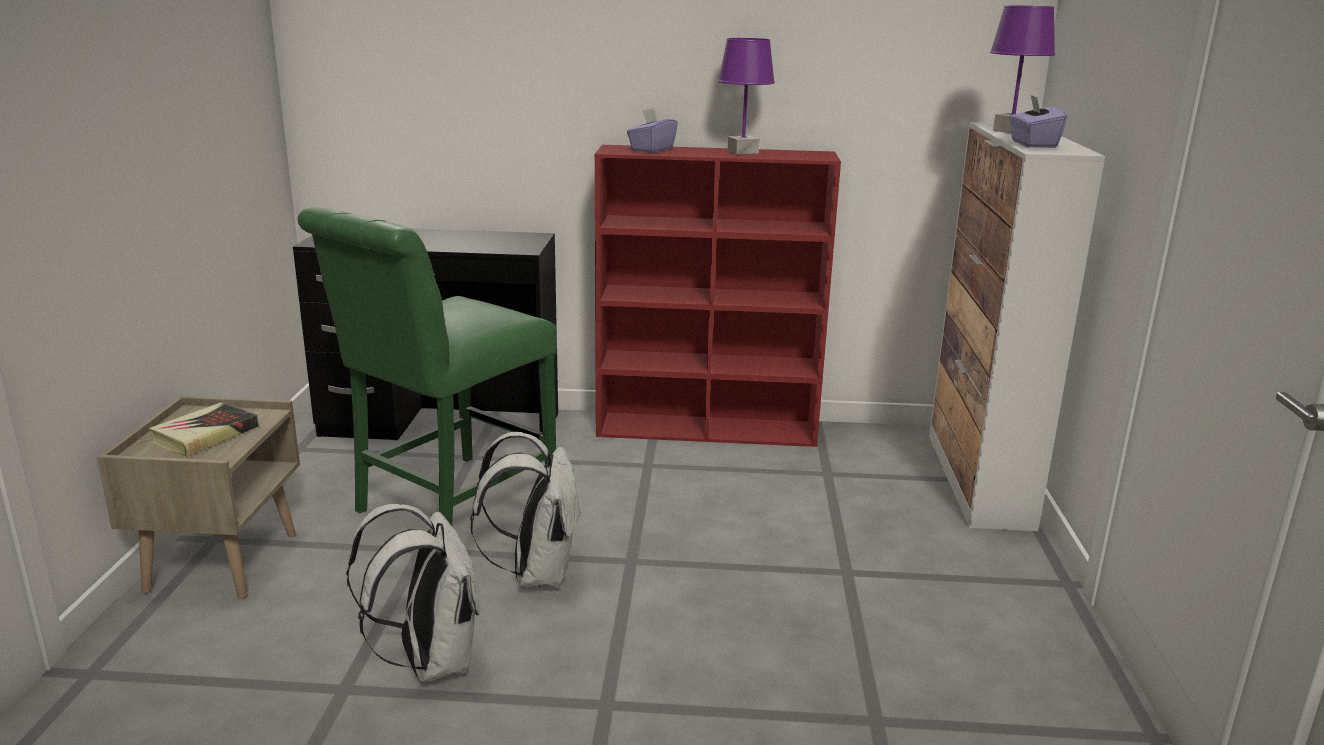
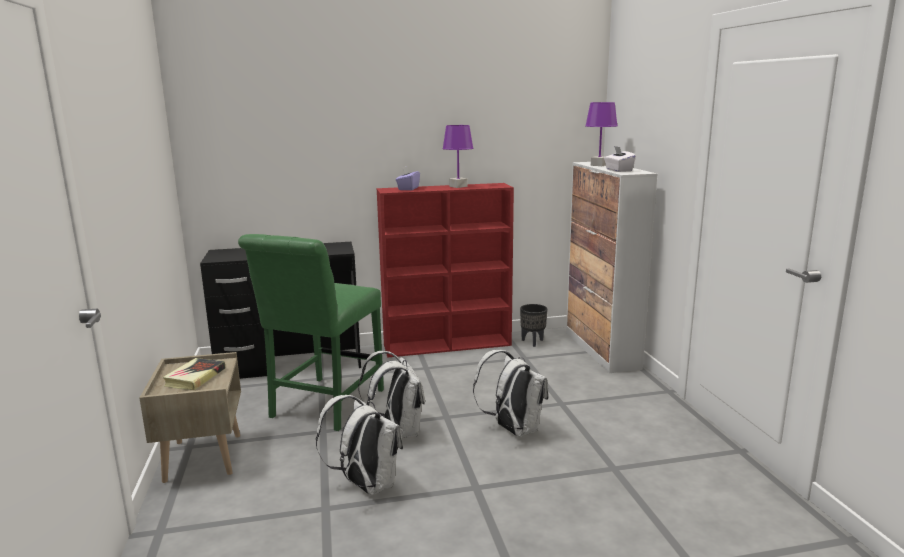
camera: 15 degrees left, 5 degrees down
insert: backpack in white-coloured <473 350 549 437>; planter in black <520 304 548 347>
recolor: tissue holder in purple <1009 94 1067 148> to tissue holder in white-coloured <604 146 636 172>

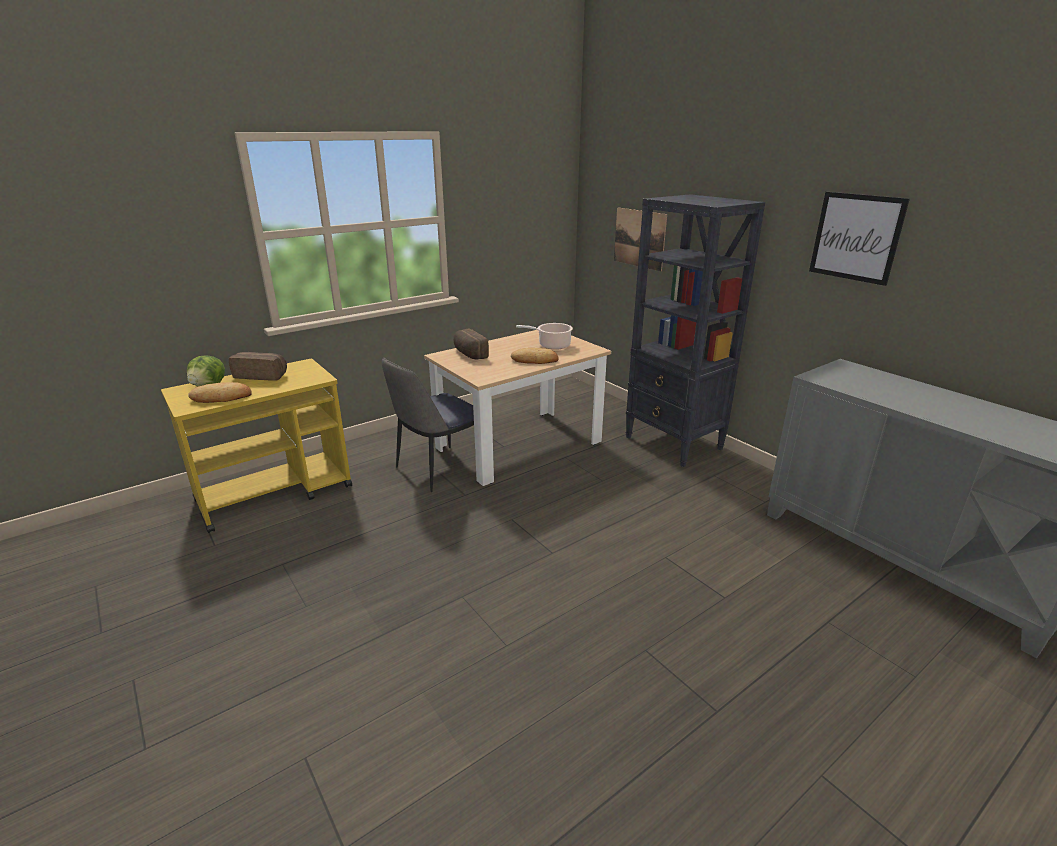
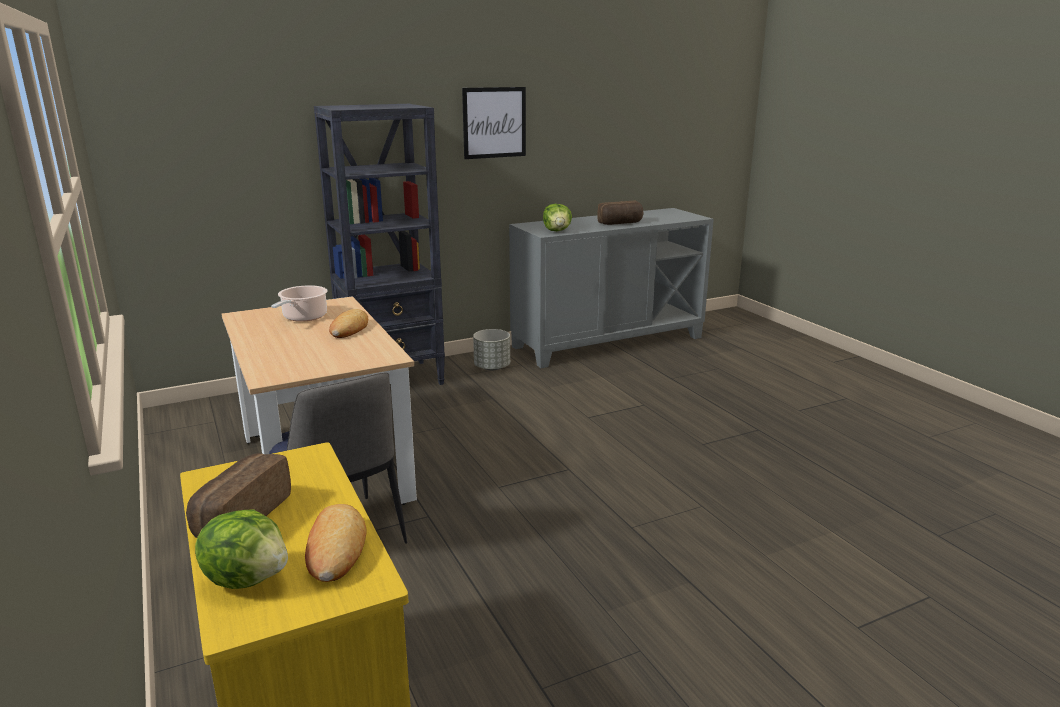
camera: 80 degrees left, 5 degrees down
delete: picture <614 207 667 271>
insert: planter in grey <473 329 510 370>; lettuce <543 204 572 231>
move: baked bread <453 328 489 360> to <597 201 643 225>

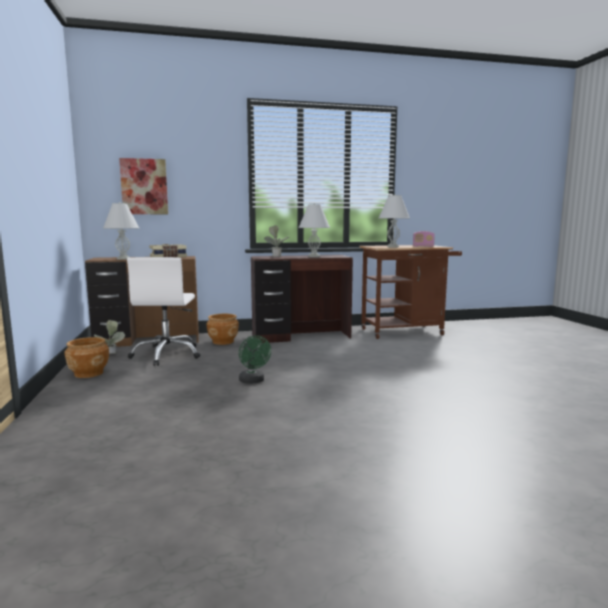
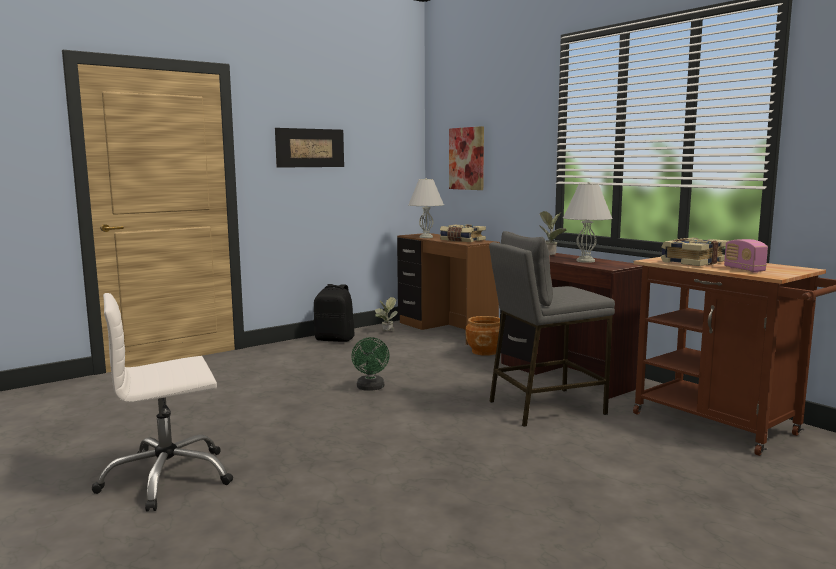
camera: 65 degrees right, 0 degrees up
insert: picture <275 128 344 168>; stool seat in grey <489 231 615 427>
move: desk chair in white-coloured <127 257 200 366> to <92 293 233 511>
replace: planter in brown-coloured <64 337 109 378> to backpack in black <314 284 355 342>; table lamp in white-coloured <378 195 410 247> to book <661 238 728 266>
rotate: fan in greenish <239 336 271 384> = <351 337 389 390> 45 degrees counterclockwise

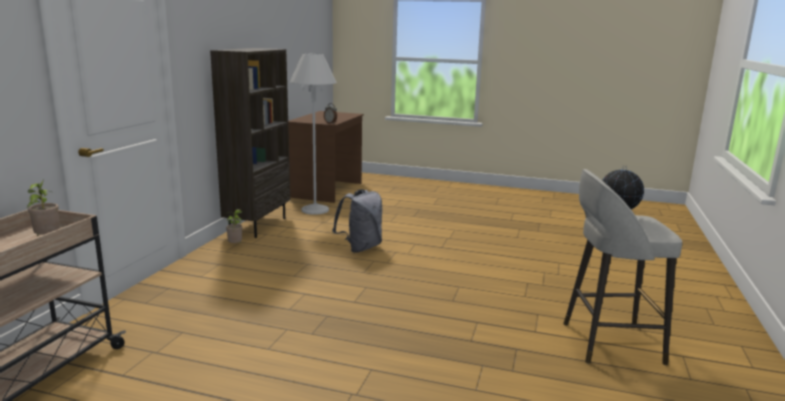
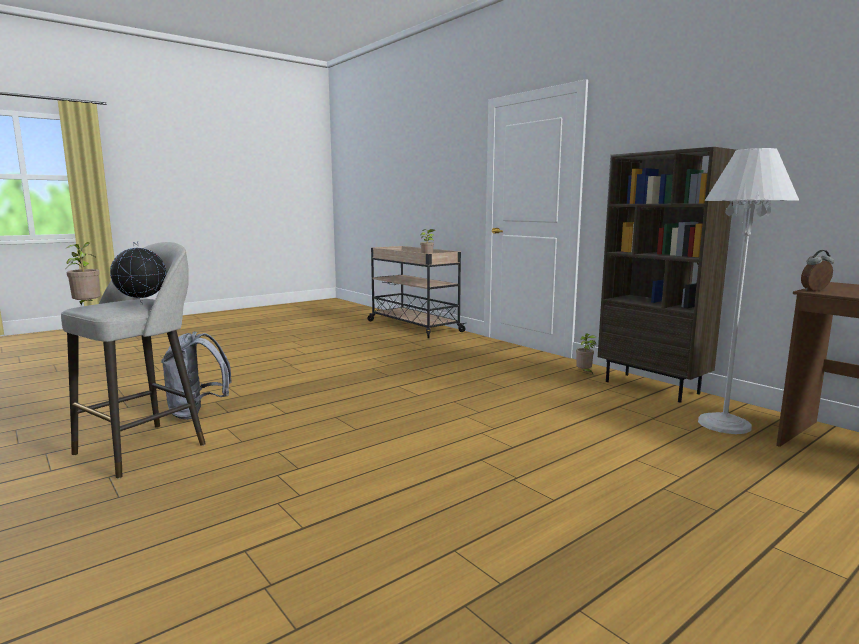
camera: 125 degrees right, 5 degrees down
insert: potted plant <66 242 100 305>
move: backpack in grey <332 189 382 253> to <161 331 232 420>

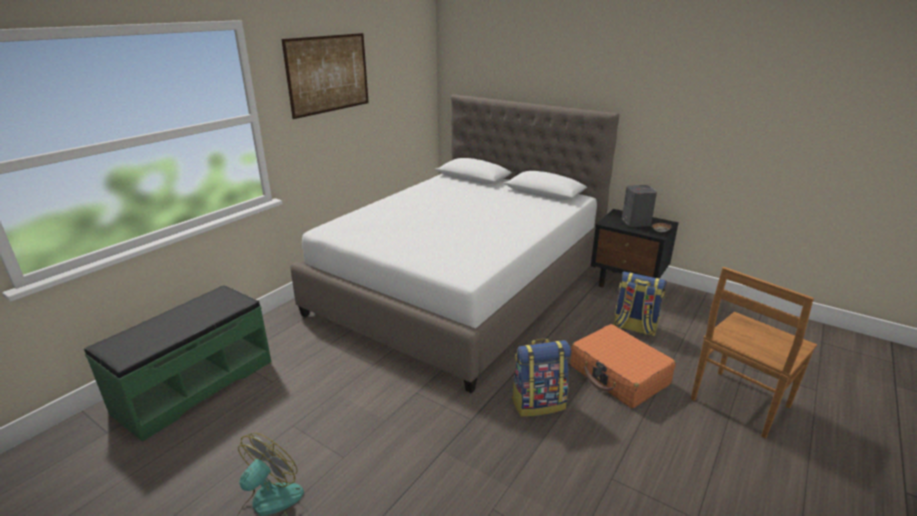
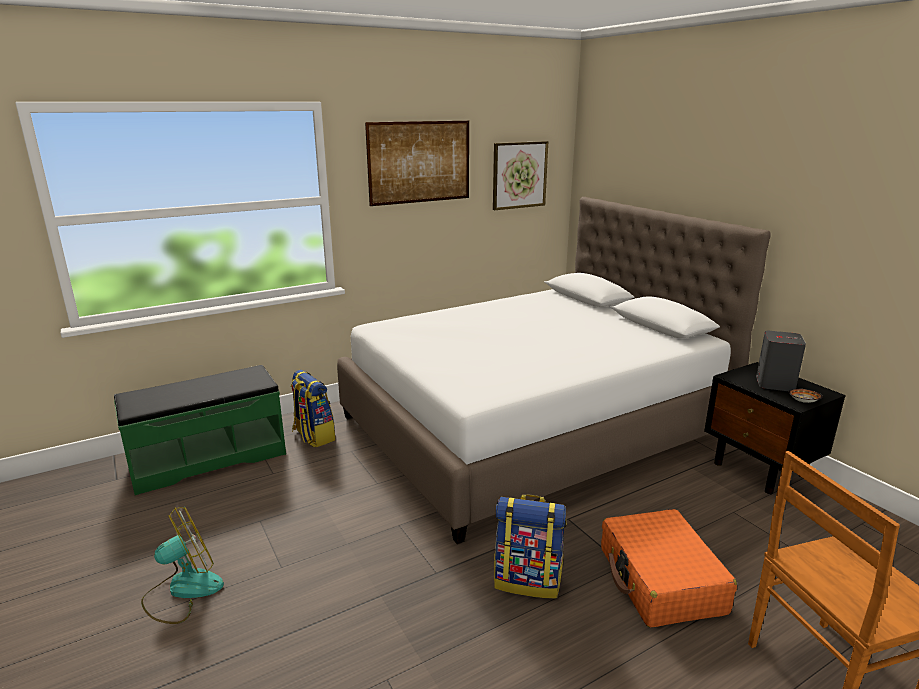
camera: 25 degrees right, 5 degrees down
insert: picture <493 141 548 210>
move: backpack <613 272 667 336> to <291 370 335 447>

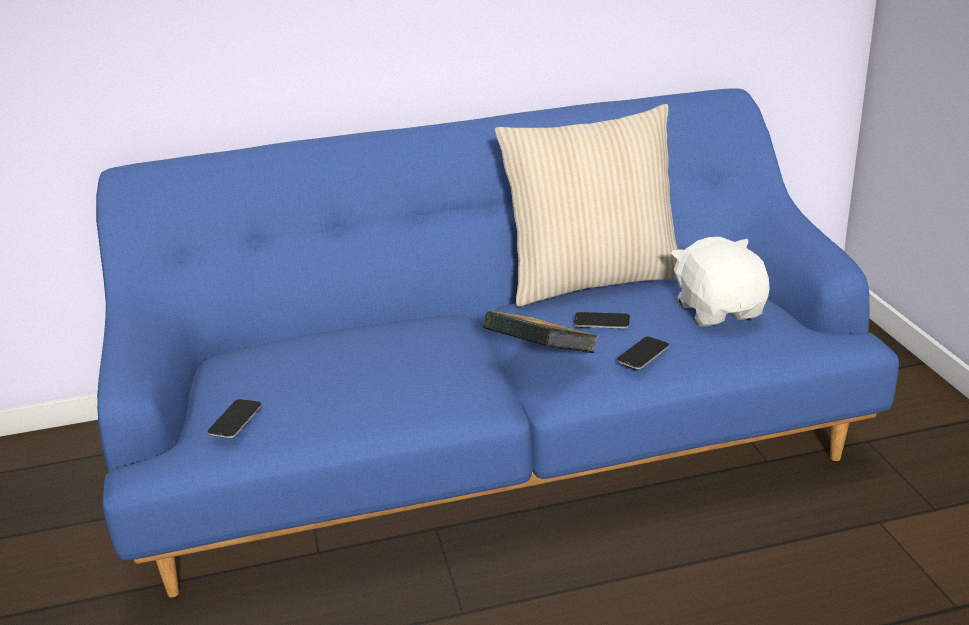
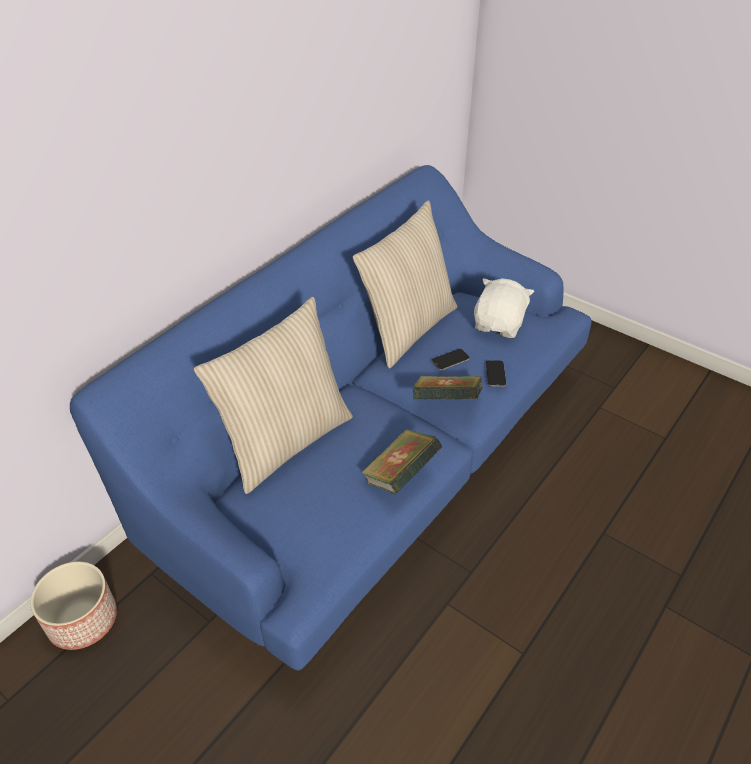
camera: 40 degrees left, 15 degrees up
delete: phone <207 399 262 438>
insert: planter <30 562 117 650>; throw pillow in beige-coloured <194 297 353 494>; book <361 429 442 495>
rotate: soft toy in white-coloured <671 237 770 326> = <474 278 534 338> 75 degrees clockwise

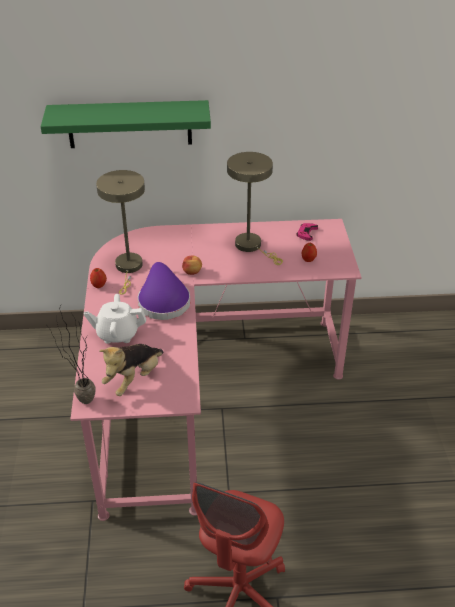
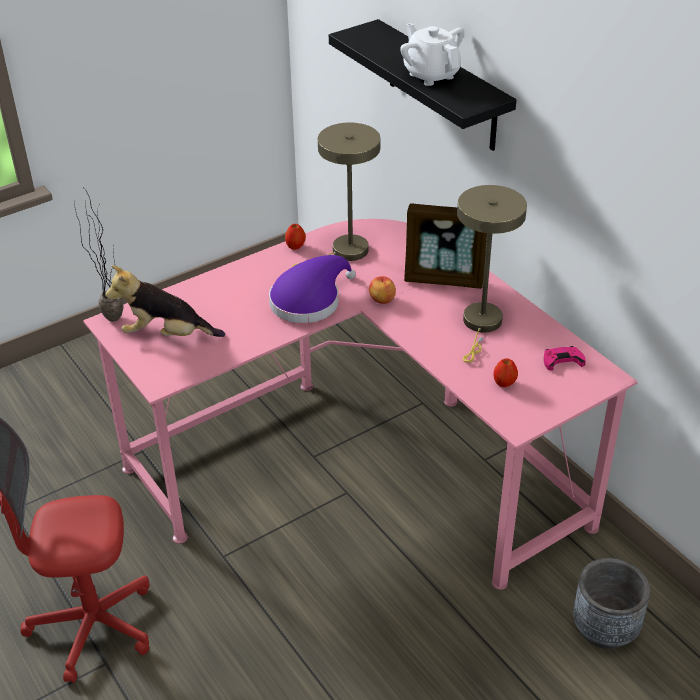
camera: 60 degrees right, 0 degrees up
insert: photo frame <404 203 487 289>; planter in grey <573 558 650 649>
move: tea pot in white-coloured <84 294 146 344> to <400 23 464 86>
recolor: bracket shelf in greenish <41 100 211 148> to bracket shelf in black <329 19 516 151>

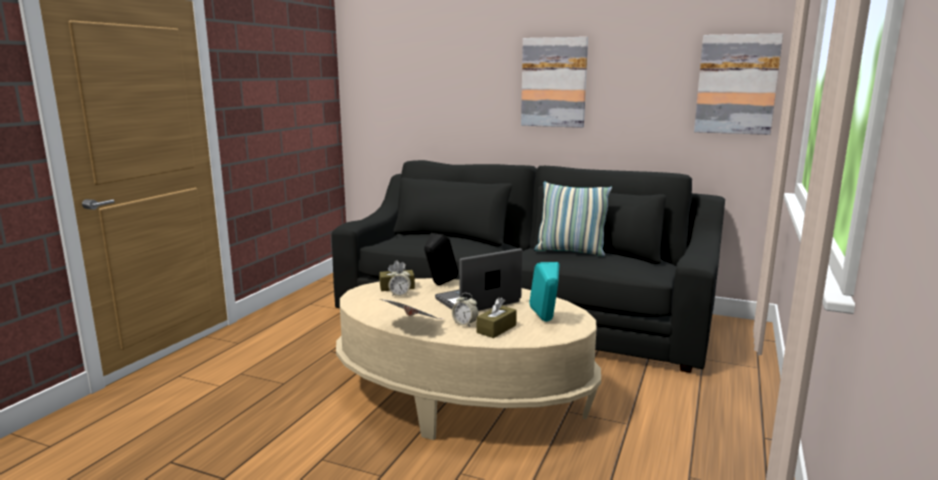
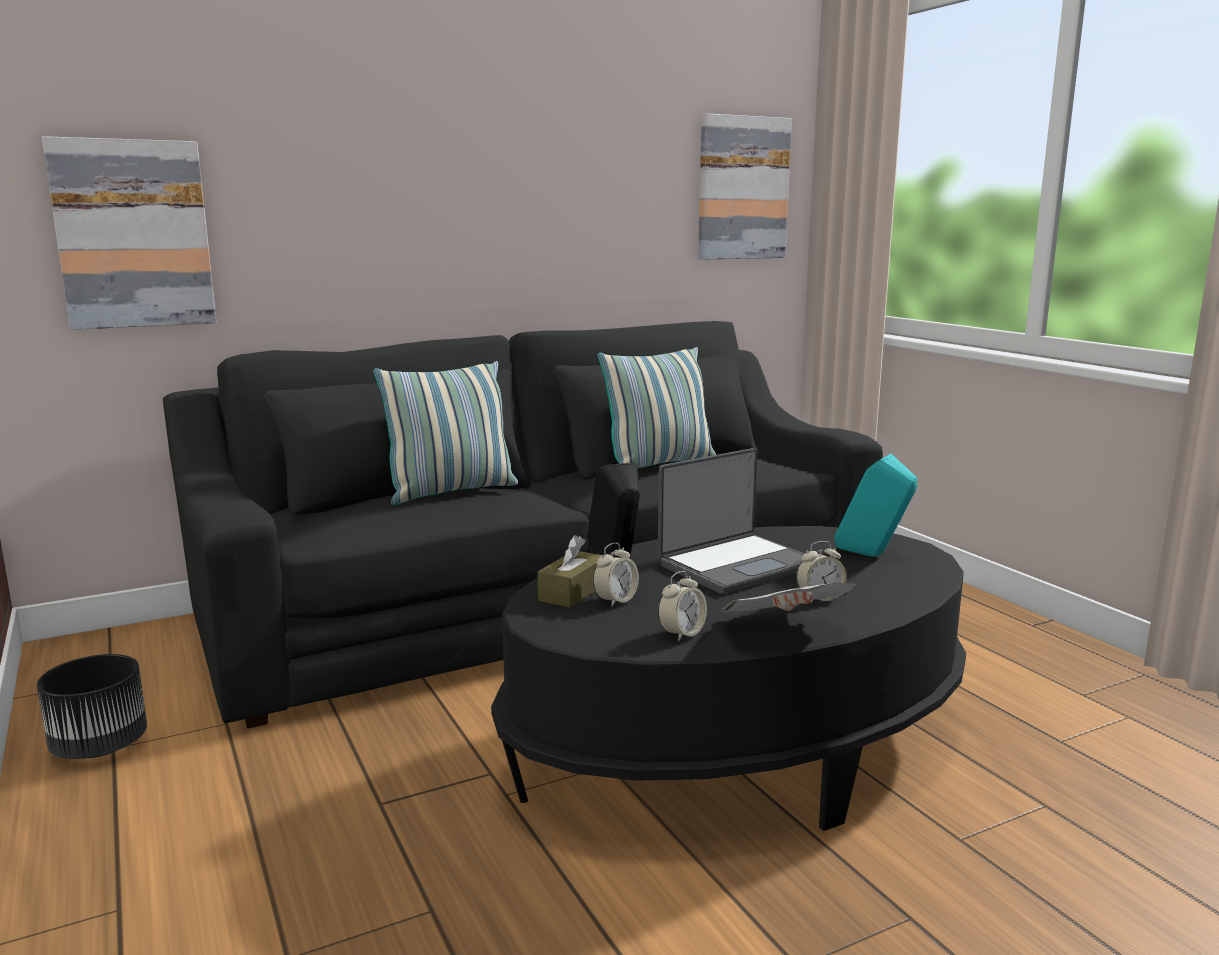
camera: 50 degrees left, 0 degrees up
delete: tissue holder in brown-coloured <477 297 517 338>
insert: planter in black <37 654 147 759>; throw pillow <373 361 518 505>; bedside clock <658 571 707 641>
move: picture <521 37 588 128> to <42 136 217 330>
recolor: coffee table in beige-coloured <336 278 601 440> to coffee table in black <491 526 966 831>
rotate: laptop <435 248 522 311> = <658 448 804 594> 135 degrees counterclockwise

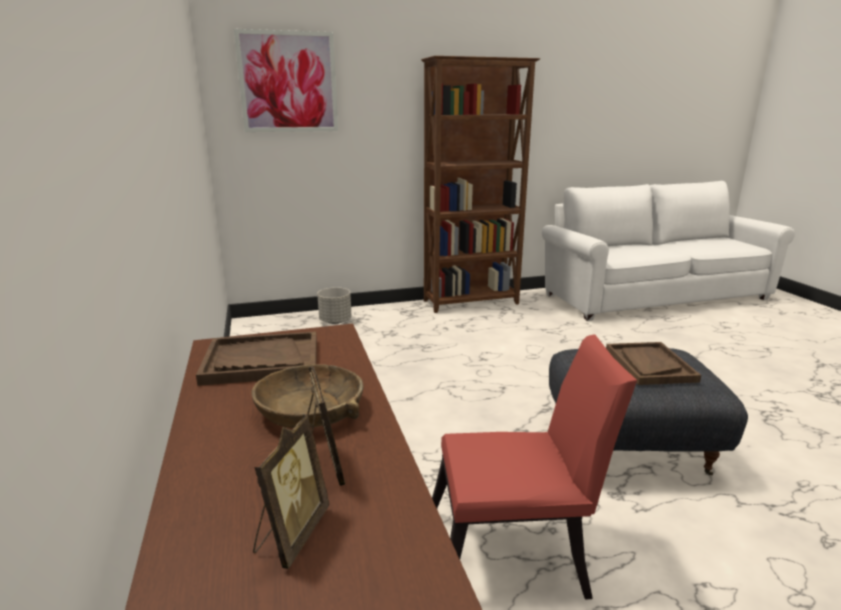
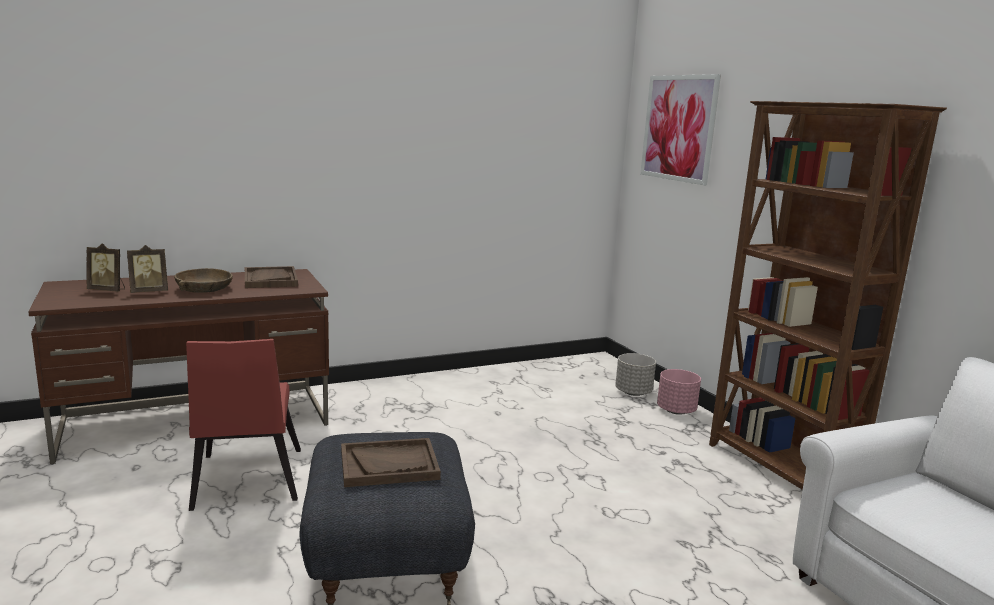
camera: 80 degrees right, 5 degrees down
insert: planter in pink-coloured <657 369 701 415>

